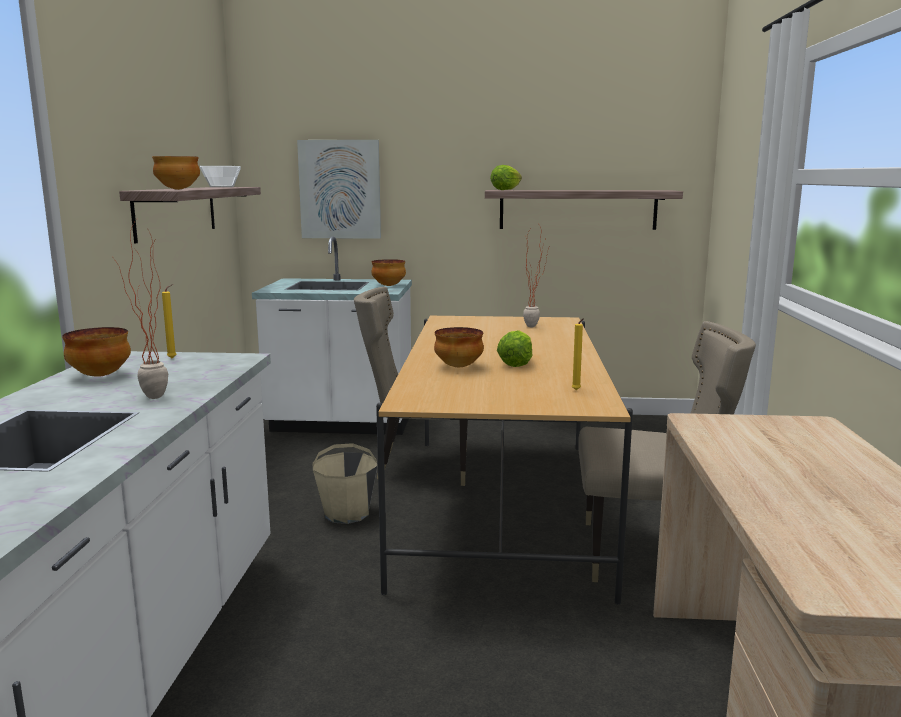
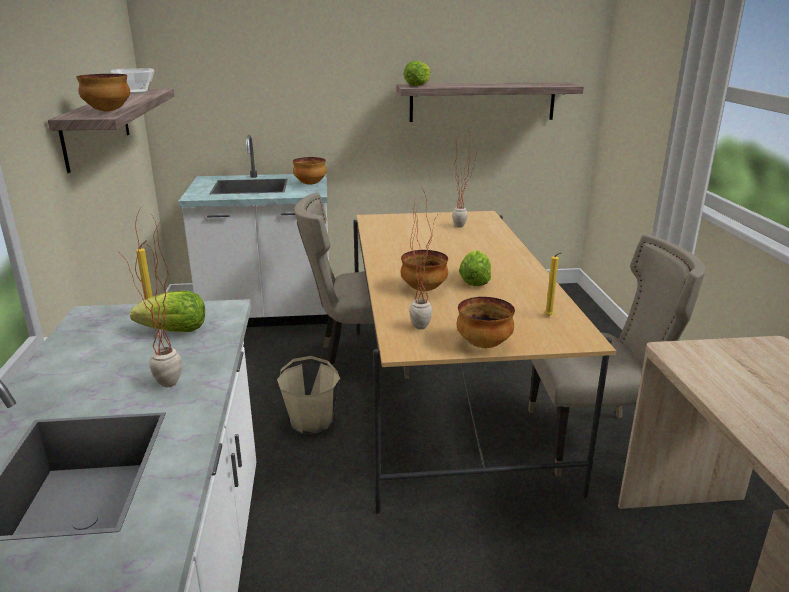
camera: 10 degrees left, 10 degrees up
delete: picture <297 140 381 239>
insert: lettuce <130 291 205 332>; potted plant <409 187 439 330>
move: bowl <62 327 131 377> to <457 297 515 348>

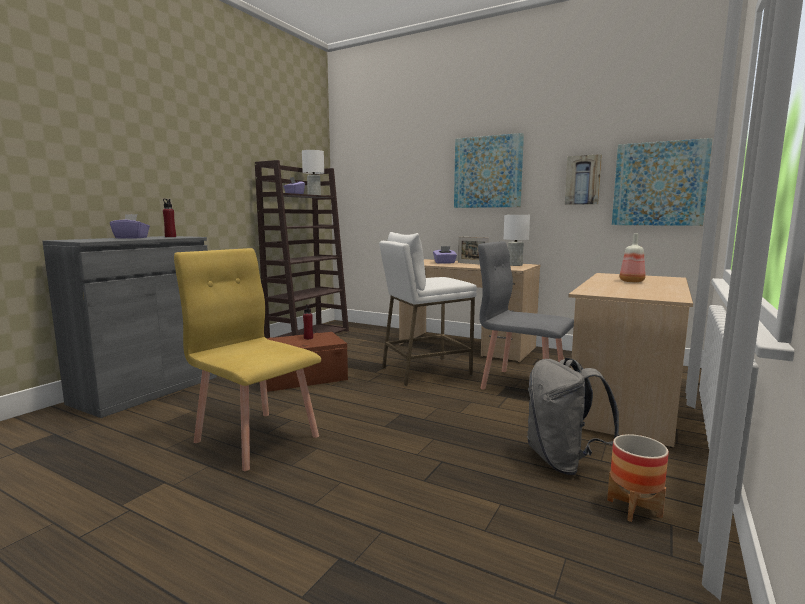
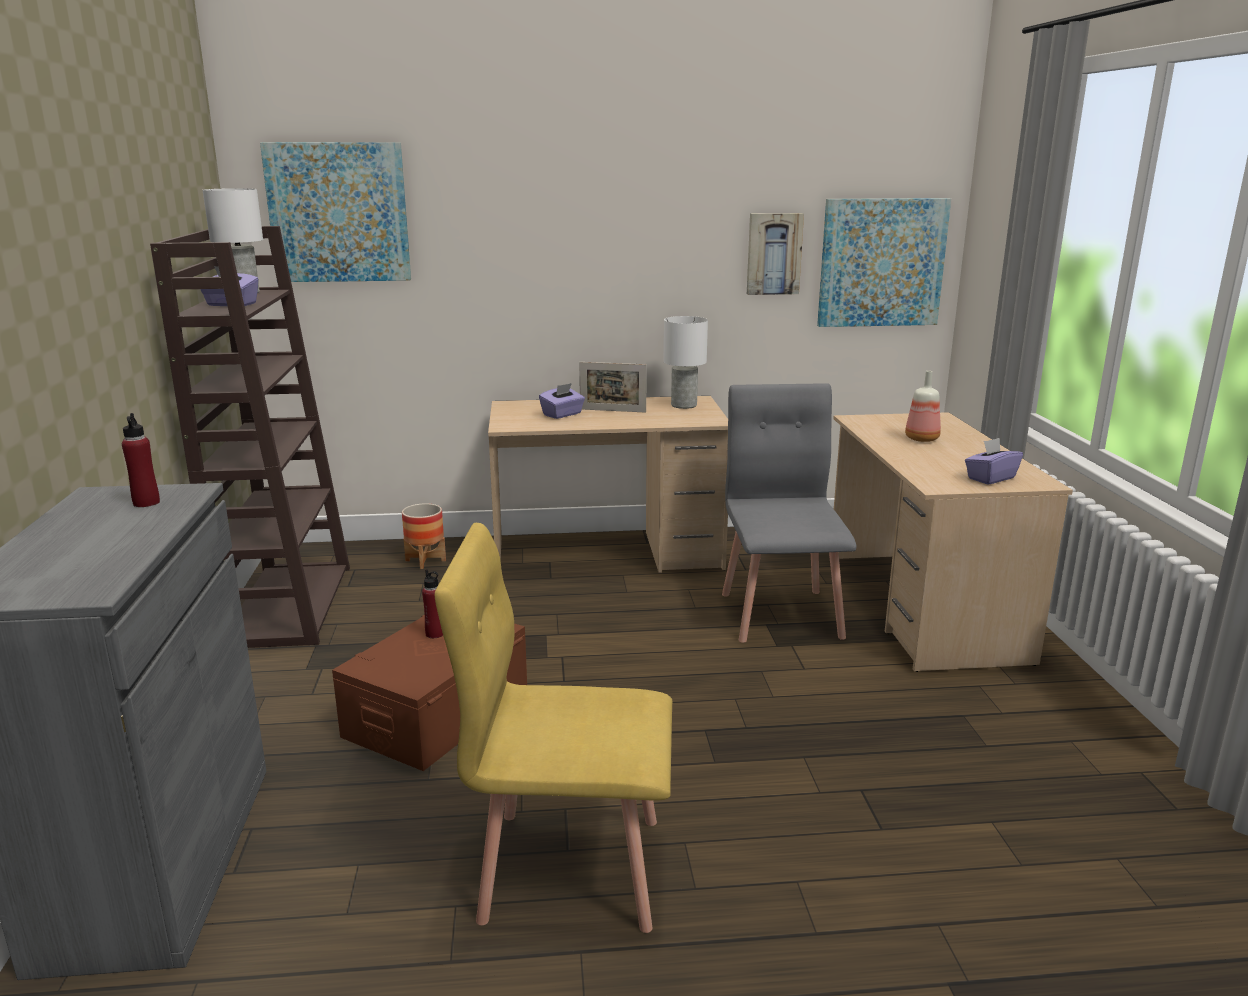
camera: 35 degrees left, 10 degrees up
delete: stool seat in white-coloured <379 232 477 386>; backpack in grey <527 357 620 475>
move: tissue holder in purple <110 214 150 239> to <965 438 1023 485>; picture <454 133 524 208> to <260 142 411 282>; planter <607 434 669 522> to <402 503 446 569>
rotate: chair in grey <478 241 574 389> = <722 383 856 643> 90 degrees clockwise

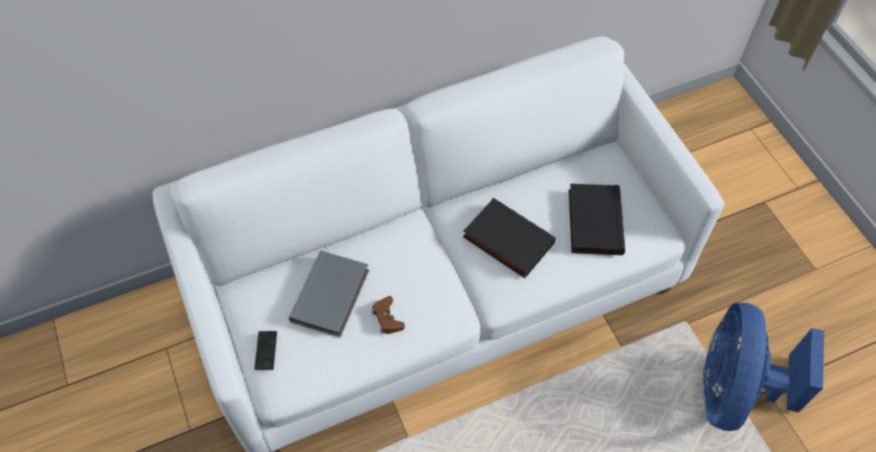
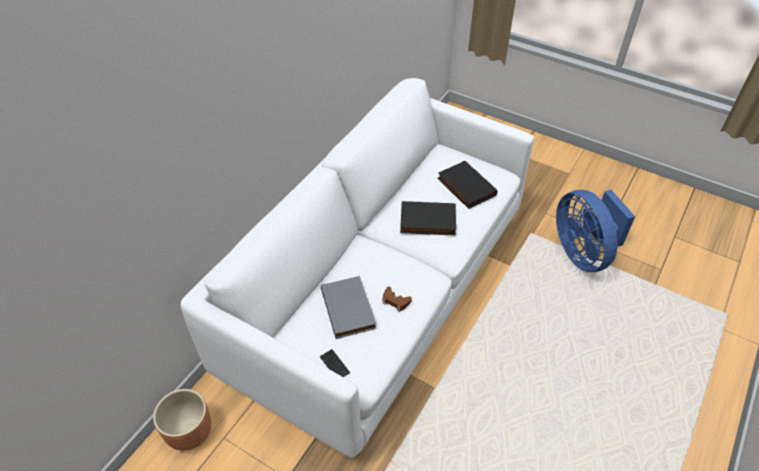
camera: 35 degrees left, 10 degrees down
insert: planter in brown-coloured <153 389 211 451>

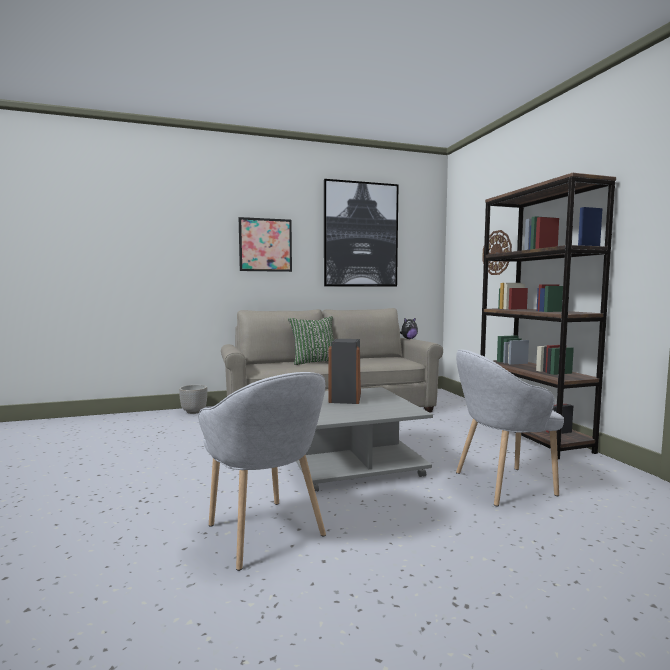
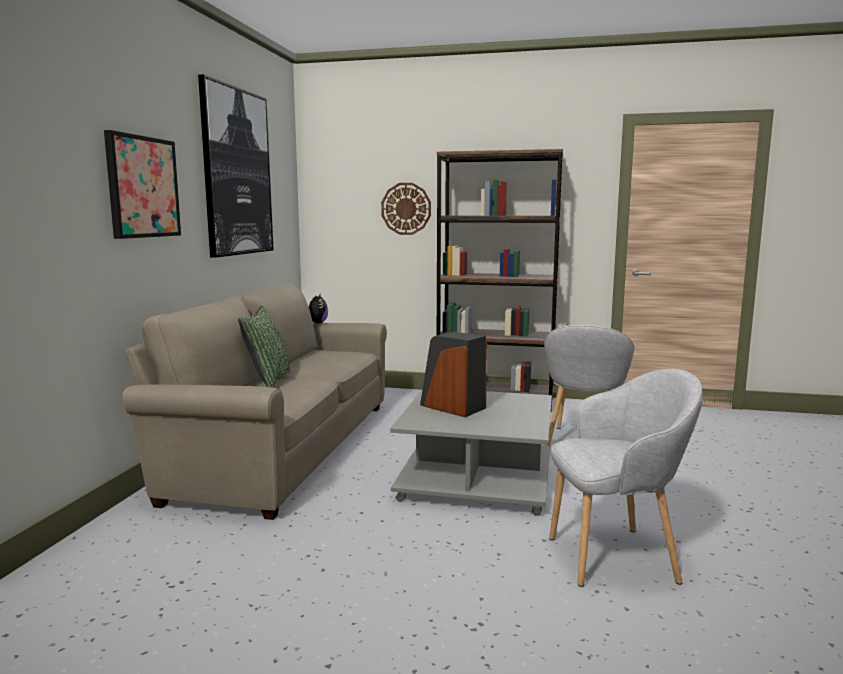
camera: 60 degrees left, 5 degrees up
delete: planter <179 385 207 414>

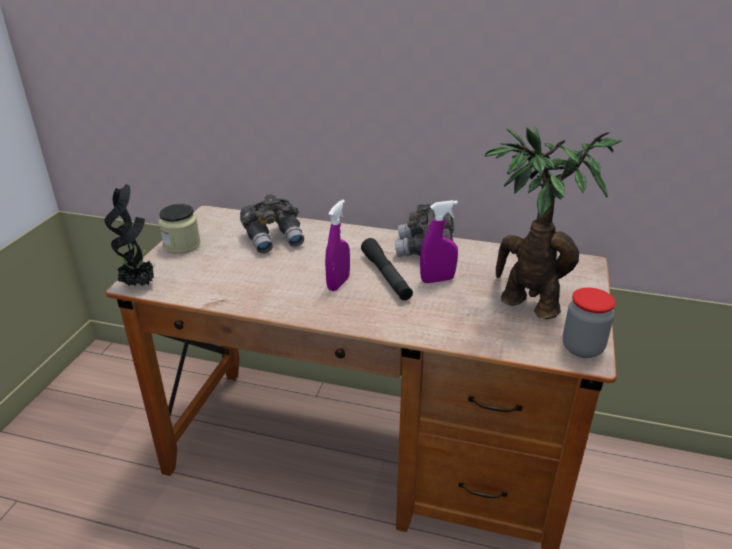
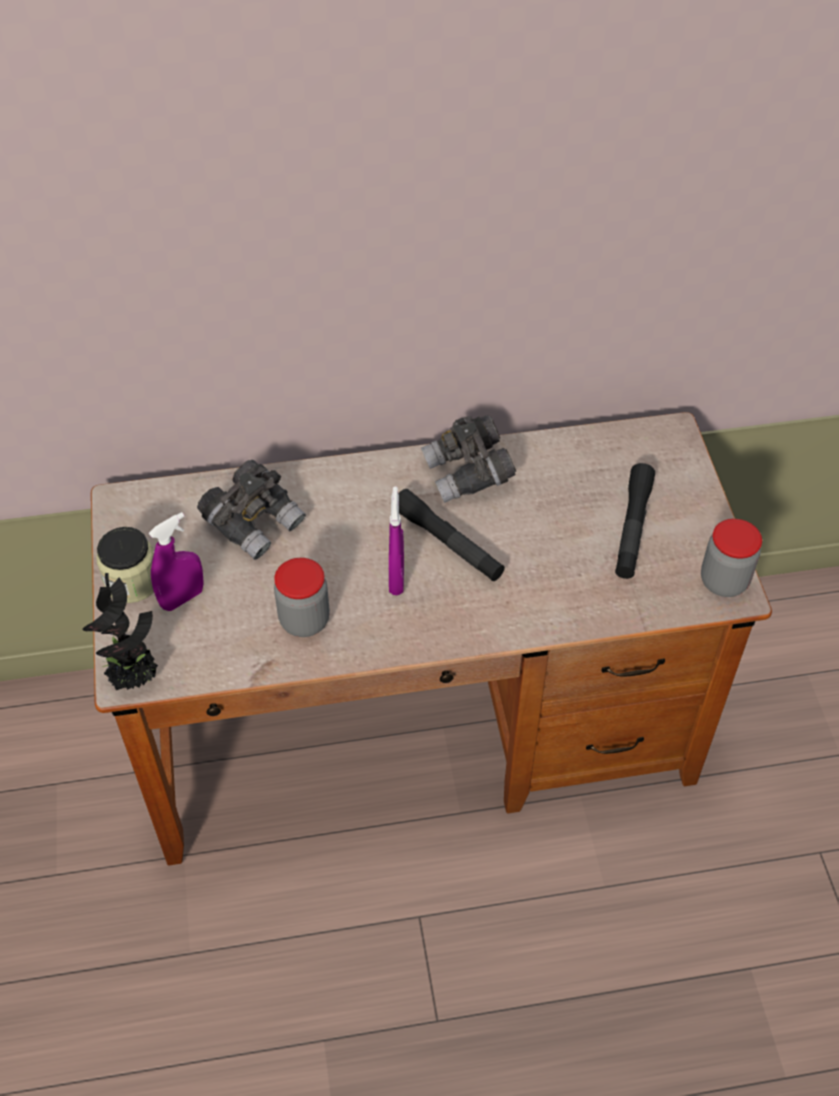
camera: 25 degrees left, 20 degrees up
insert: storage jar <274 558 330 637>
move: hand sprayer in purple <420 200 458 283> to <149 512 203 611>
replace: potted plant <485 126 622 319> to torch in black <615 463 655 579>

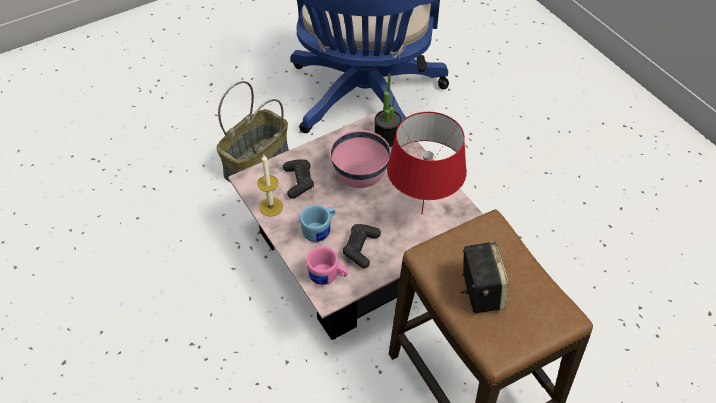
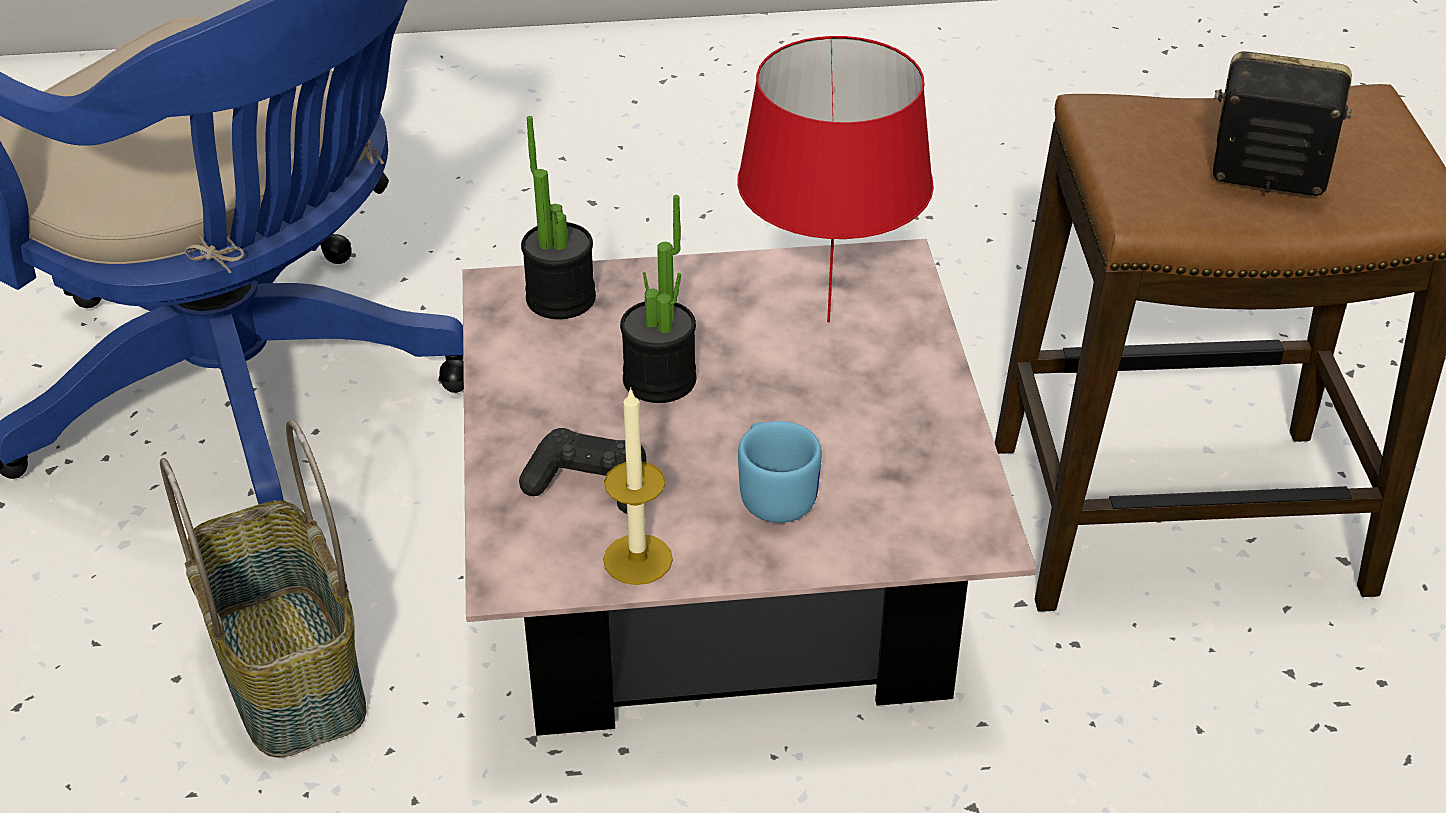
camera: 65 degrees left, 10 degrees down
delete: coffee mug in pink-coloured <306 246 348 285>; gamepad in black <343 224 381 268>
replace: bowl in pink-coloured <330 130 391 188> to potted plant <620 195 697 403>

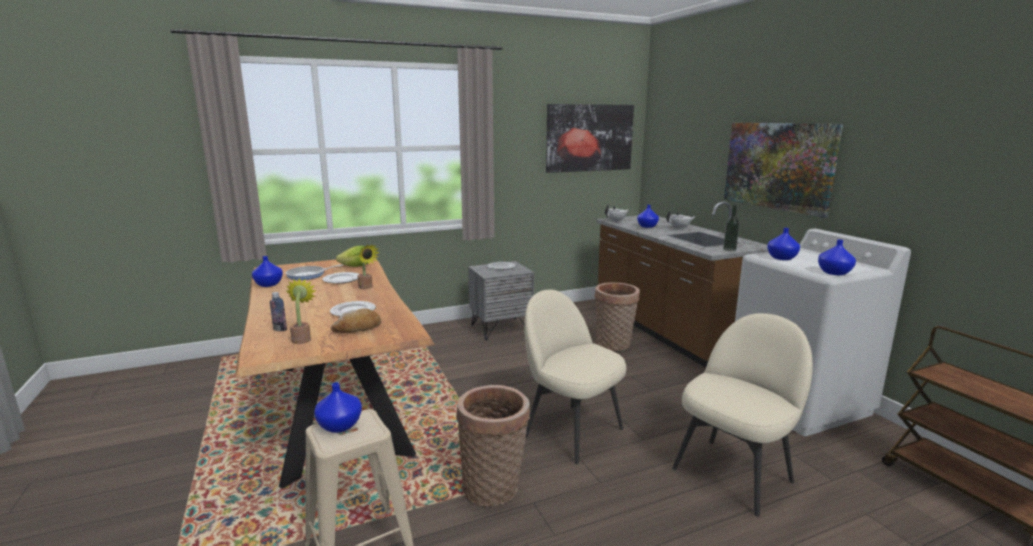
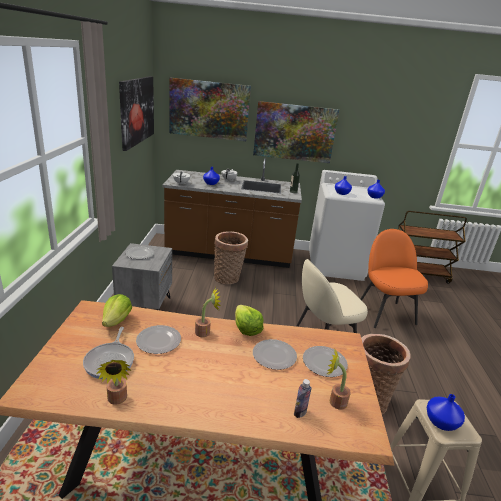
camera: 65 degrees left, 10 degrees up
insert: picture <169 78 251 141>; lettuce <235 305 264 336>
replace: vase in blue <252 256 283 287> to potted plant <96 360 132 405>; baked bread <331 308 381 333> to flat dish <303 346 348 377>
recolor: chair in beige-coloured <672 313 813 517> to chair in orangey <361 229 428 328>

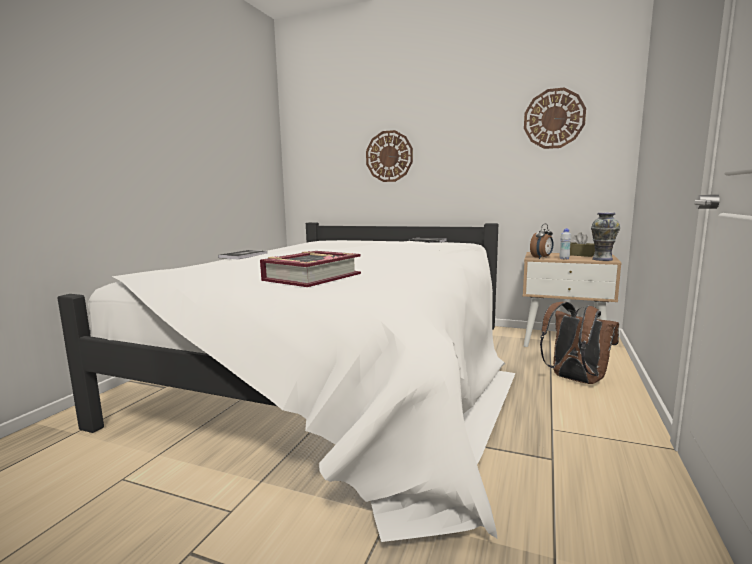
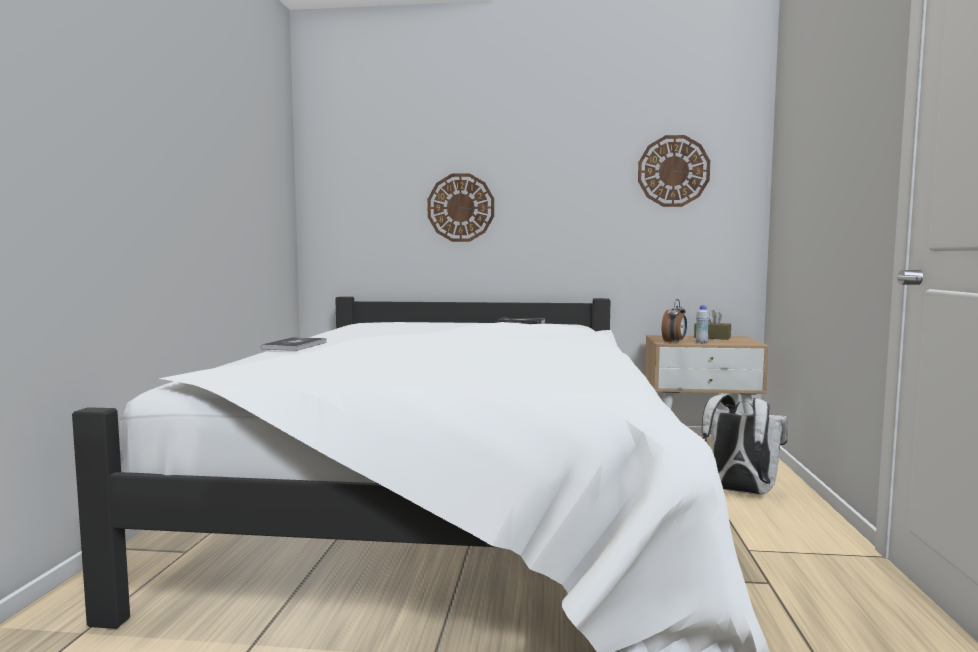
camera: 15 degrees left, 5 degrees down
delete: book <260 251 361 287>; vase <591 212 620 261>
recolor: backpack in brown-coloured <540 302 619 384> to backpack in white-coloured <701 395 788 495>

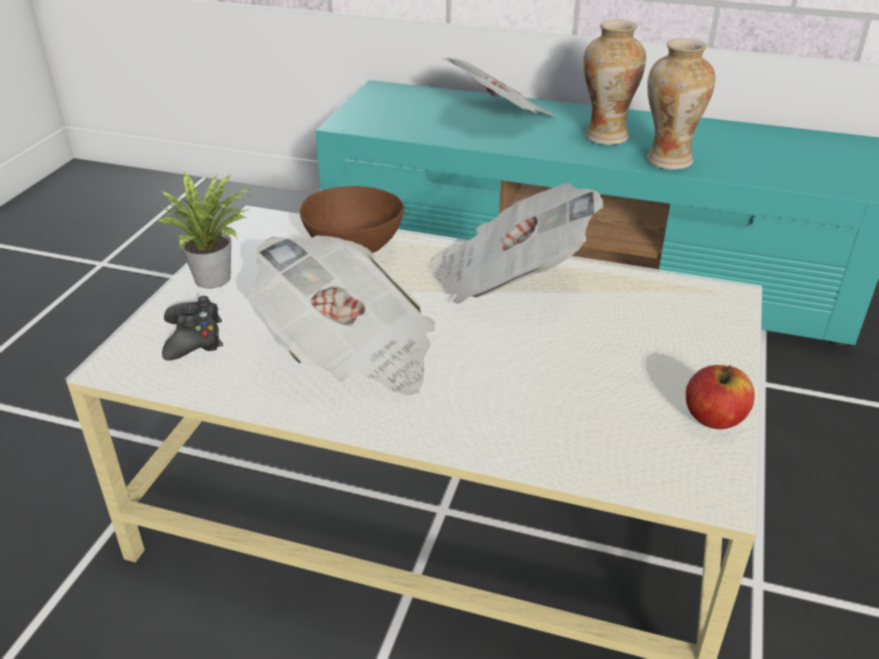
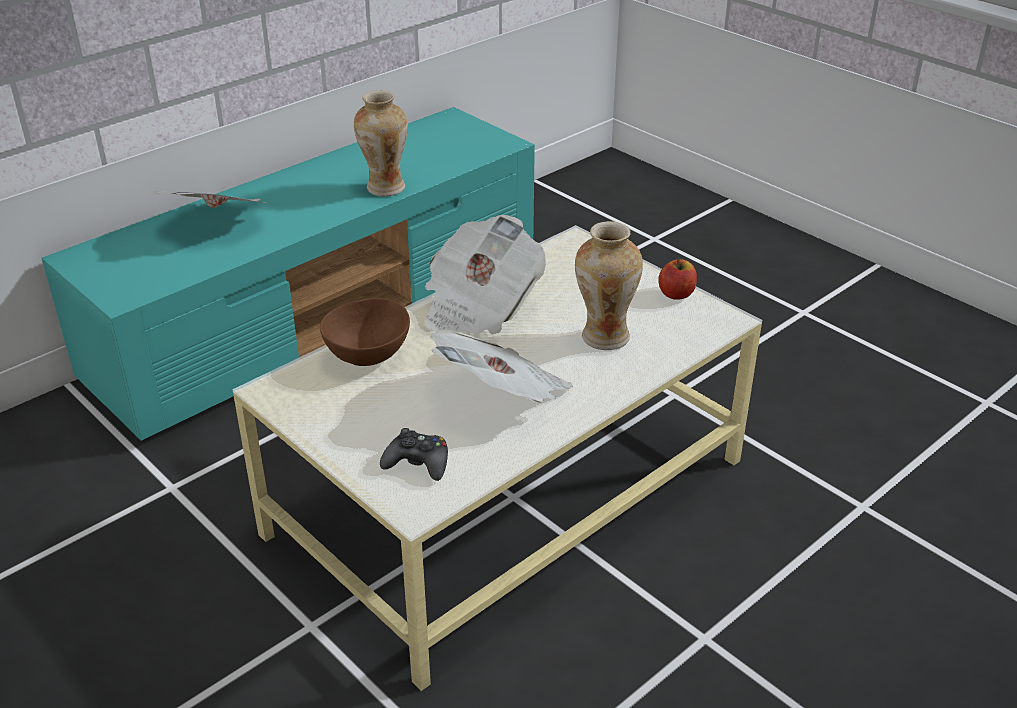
camera: 60 degrees left, 0 degrees up
delete: potted plant <158 172 251 289>
move: vase <583 20 646 145> to <575 221 643 350>

